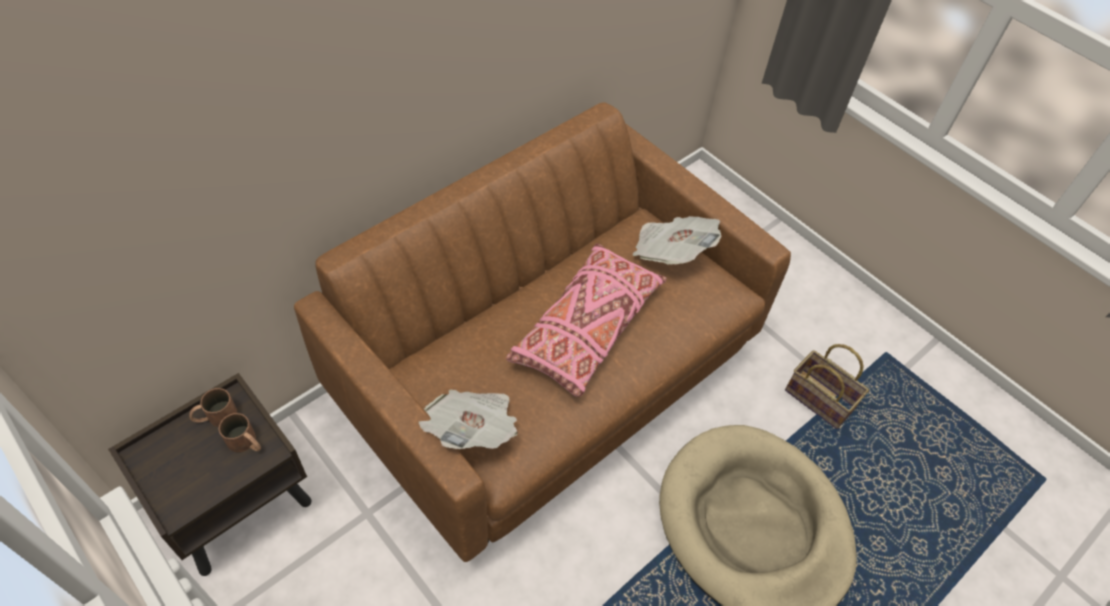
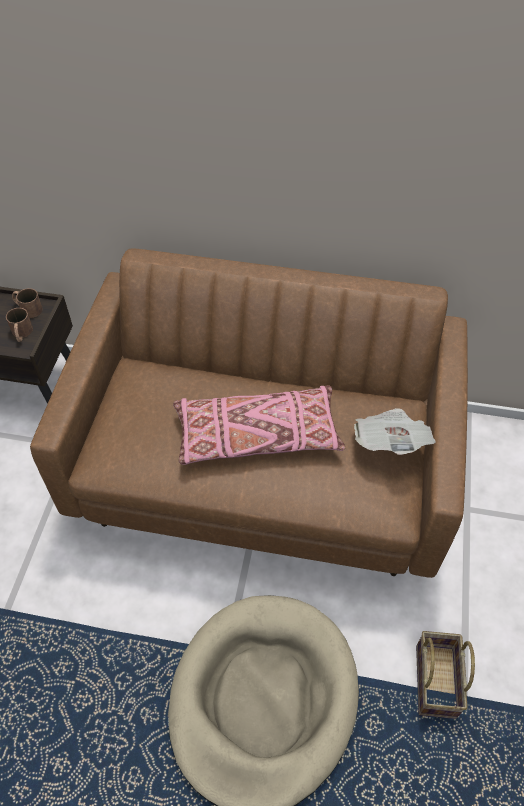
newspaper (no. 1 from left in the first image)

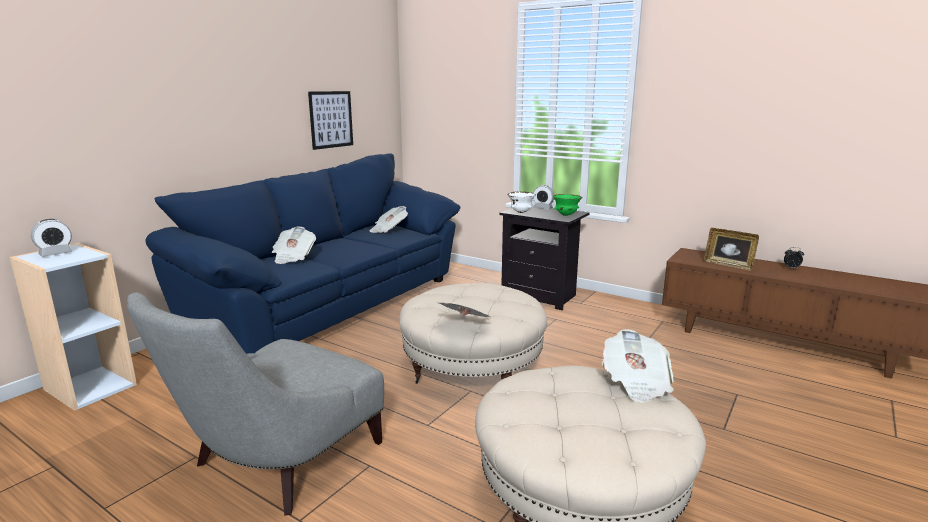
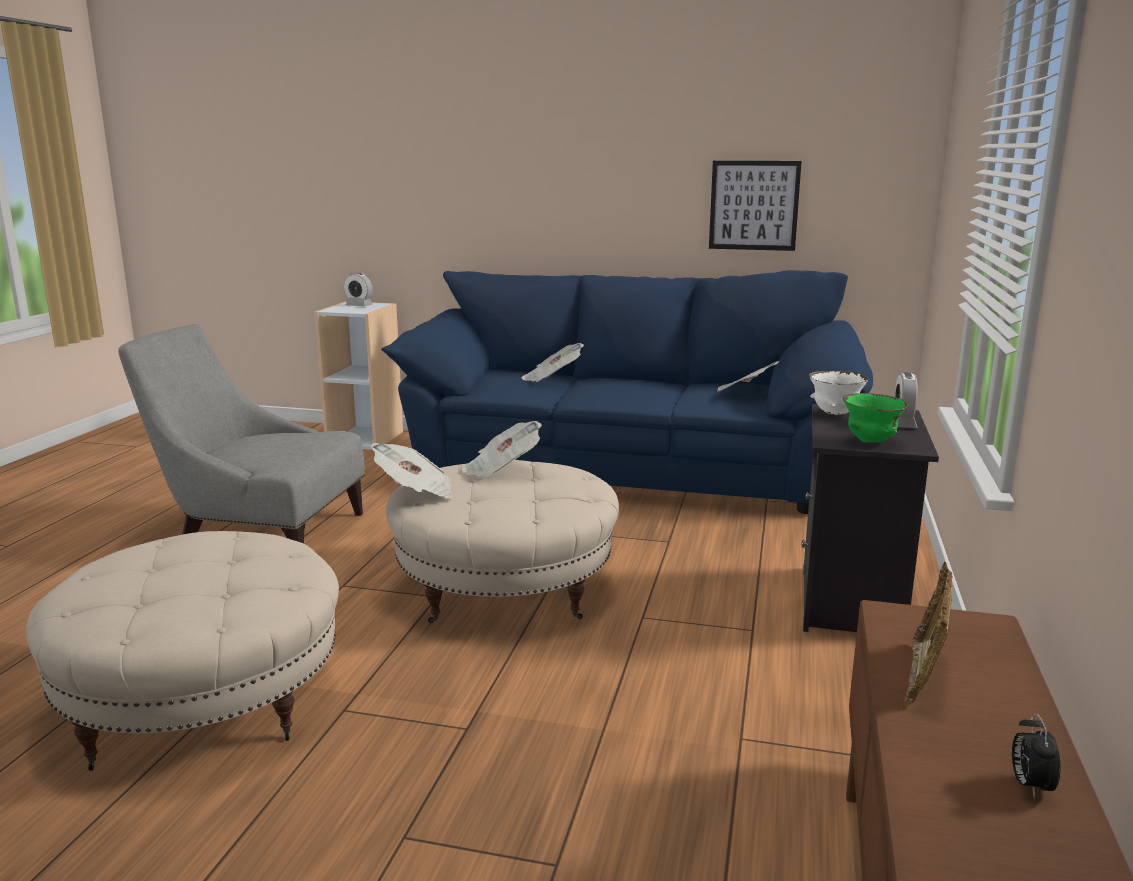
newspaper (no. 2 from left)

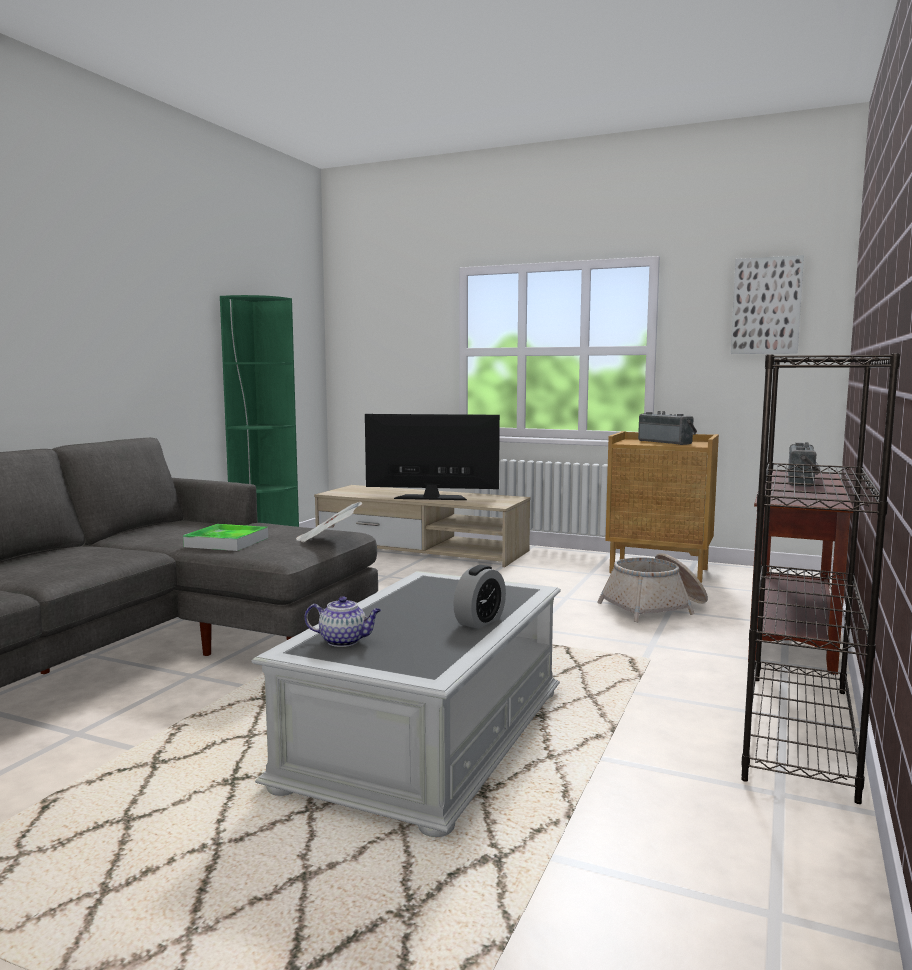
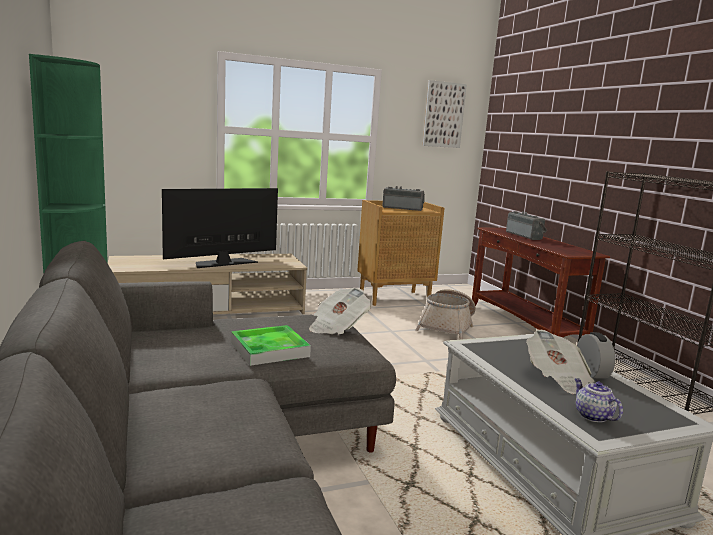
newspaper (no. 2 from left)
teapot

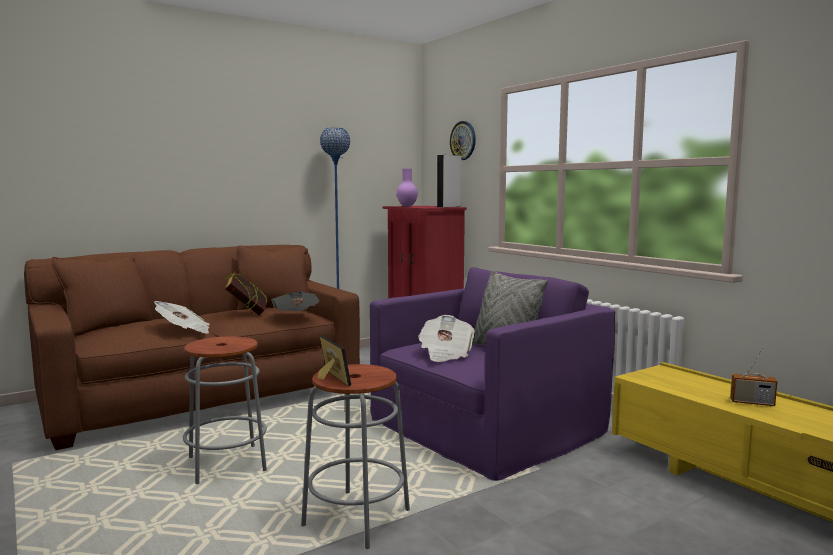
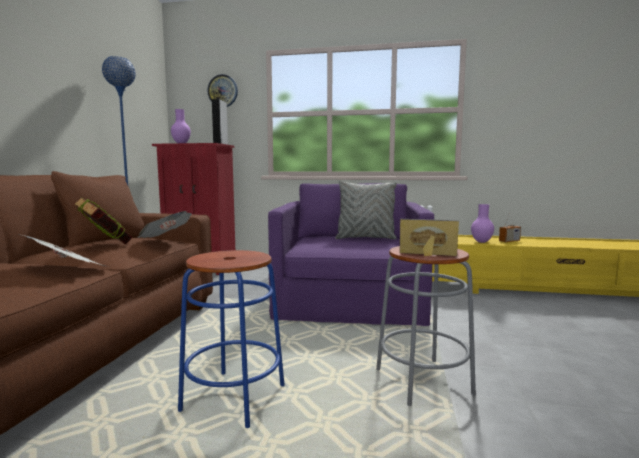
newspaper (no. 3 from left in the first image)
vase (purple) (no. 2 from left)
stool (blue)

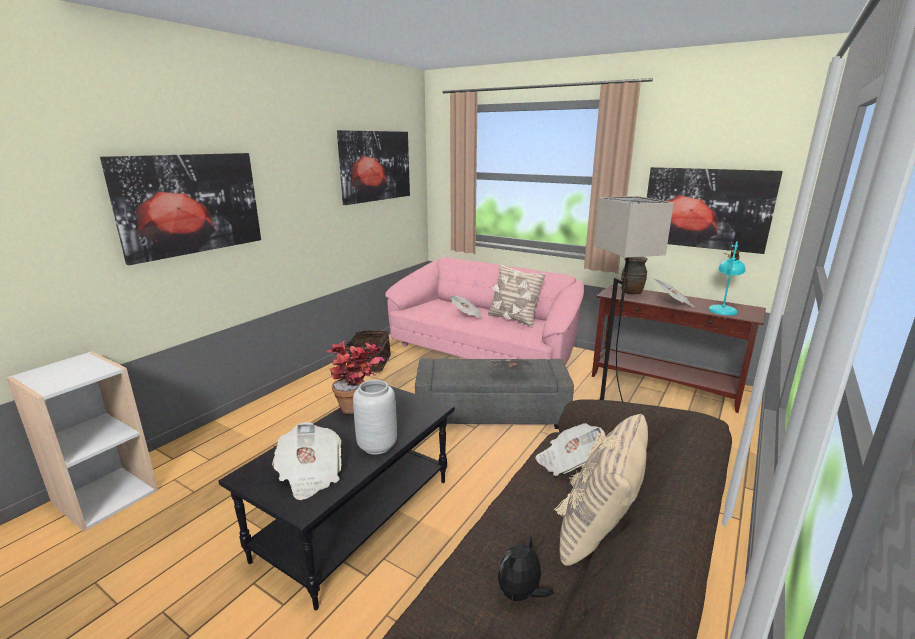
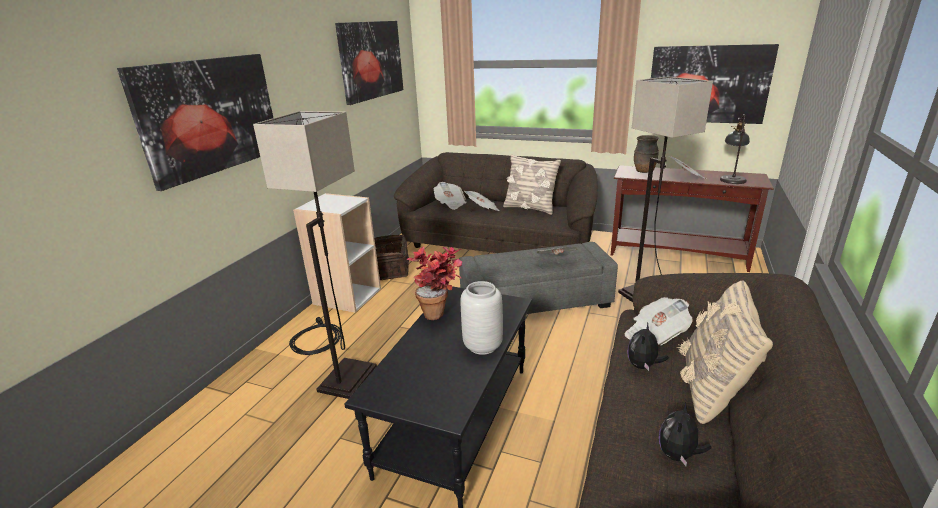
floor lamp (no. 1 from left)
plush toy (no. 1 from left)
bookcase
newspaper (no. 1 from left)
sofa (brown) (no. 1 from left)
table lamp (grey)

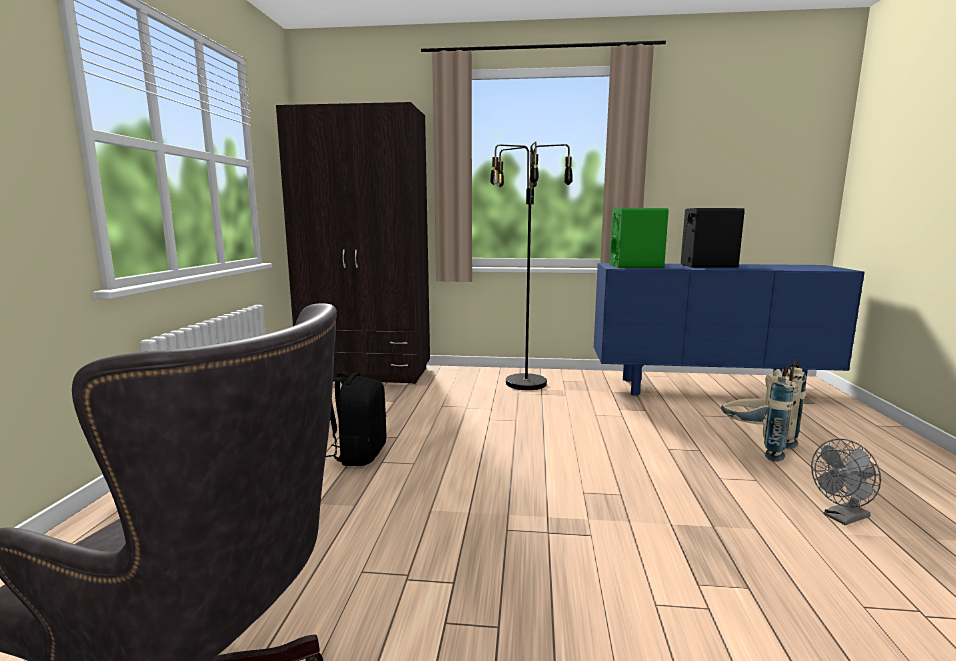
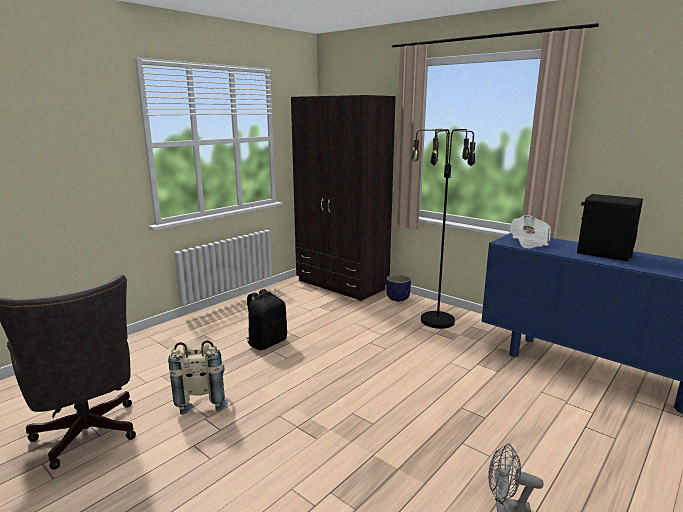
planter
backpack (beige)
newspaper

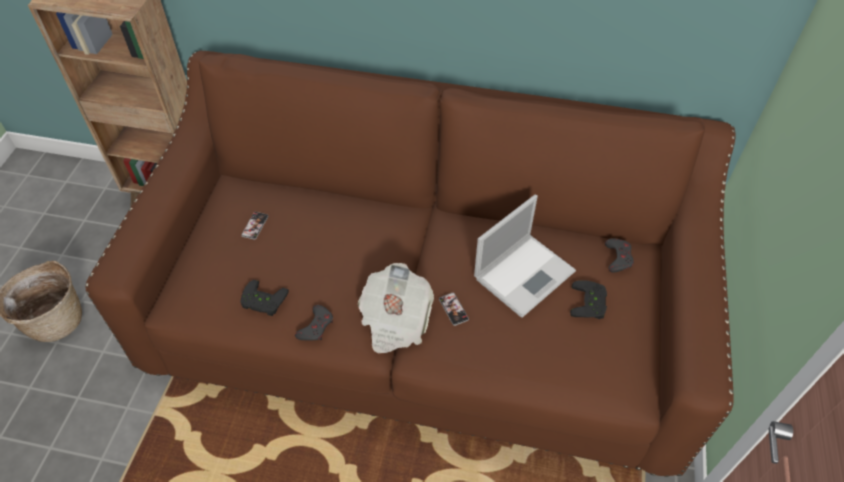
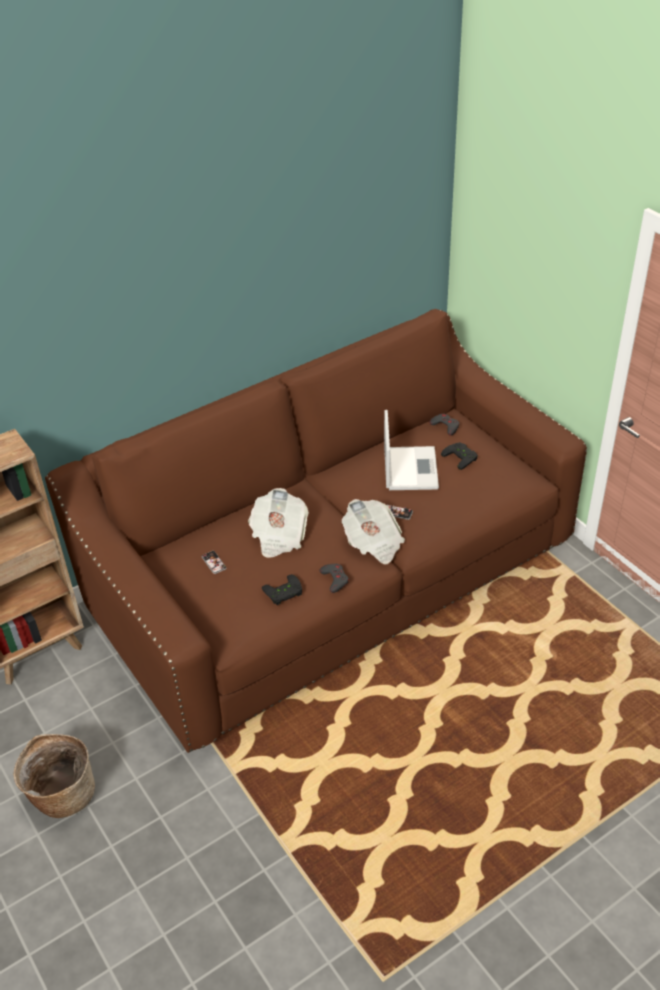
newspaper (no. 1 from left)

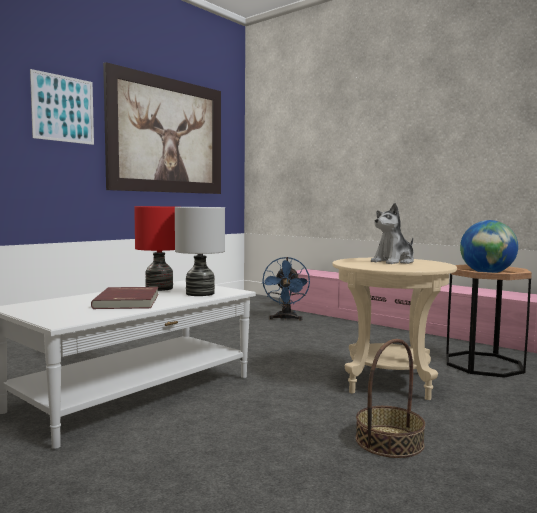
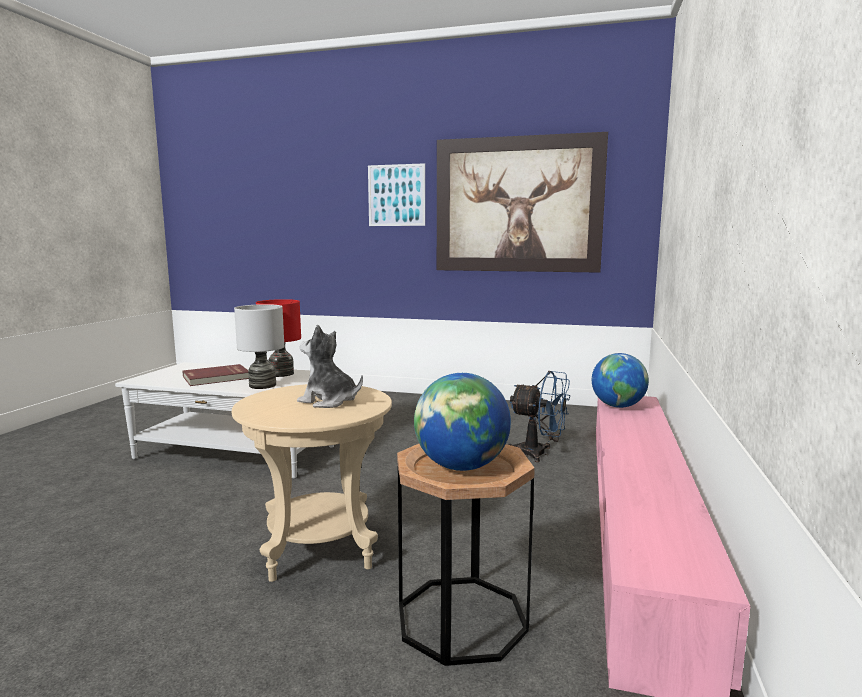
basket
globe (no. 2 from left)
fan (blue)

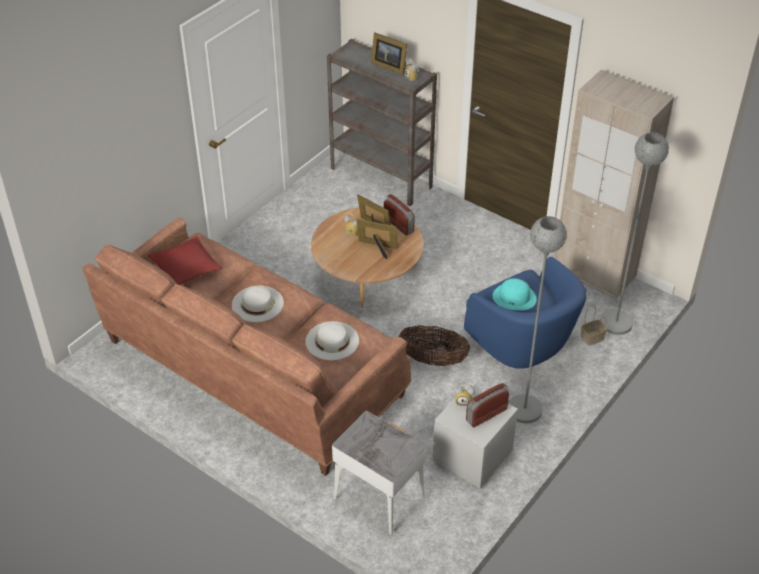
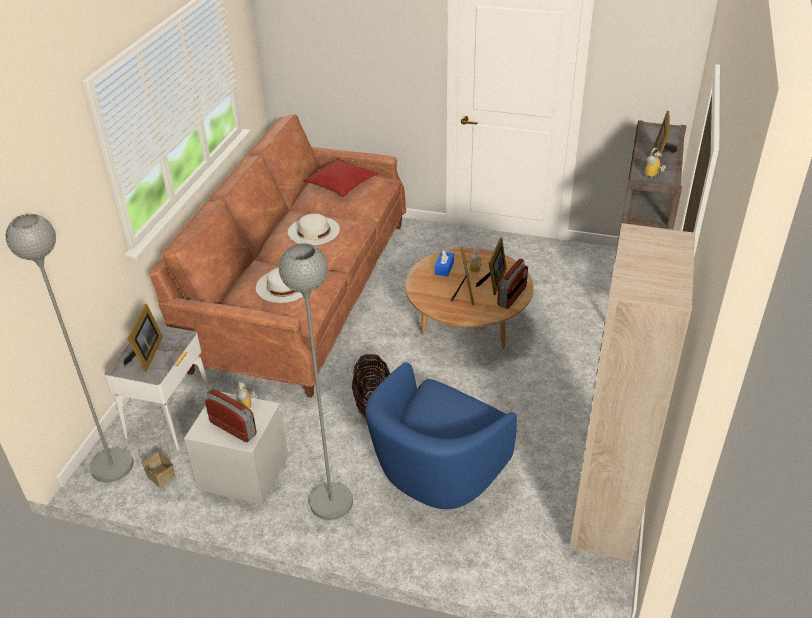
hat (turquoise)
picture frame (no. 1 from left)
tissue box (blue)
basket (no. 1 from left)
floor lamp (grey) (no. 1 from left)

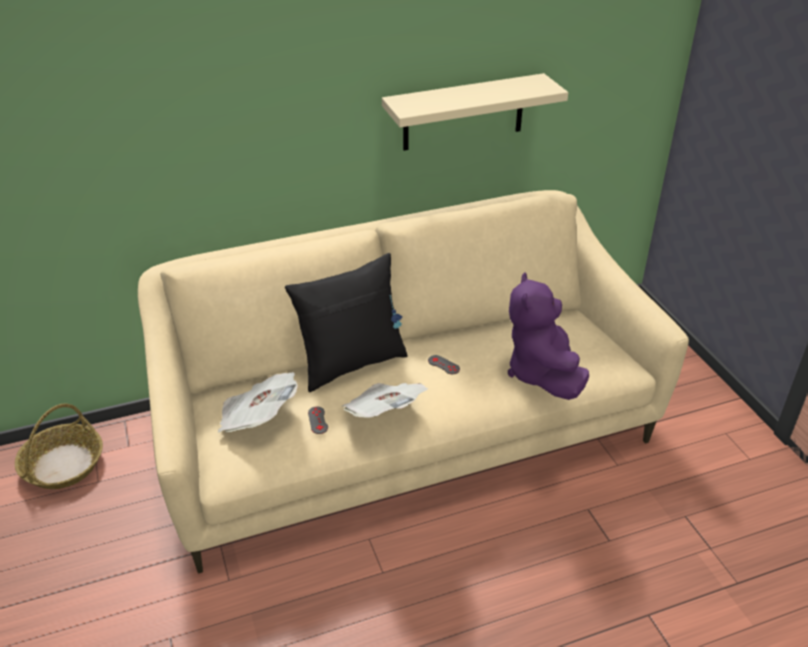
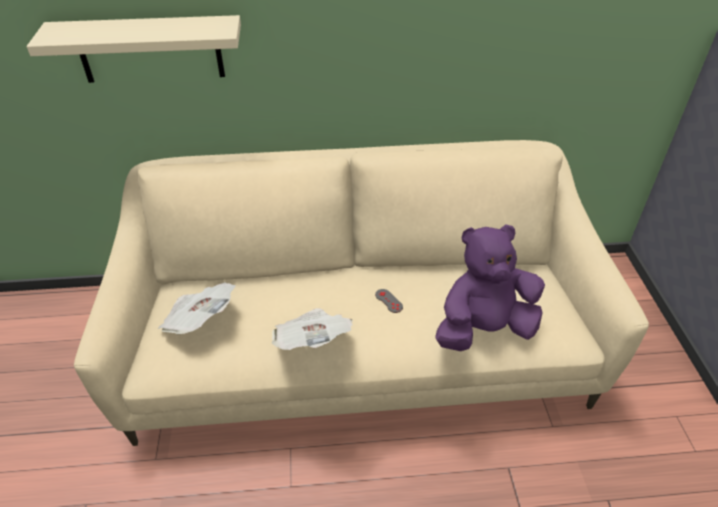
basket
pillow (black)
game controller (grey) (no. 1 from left in the first image)
shelf (beige)
plush toy (purple)

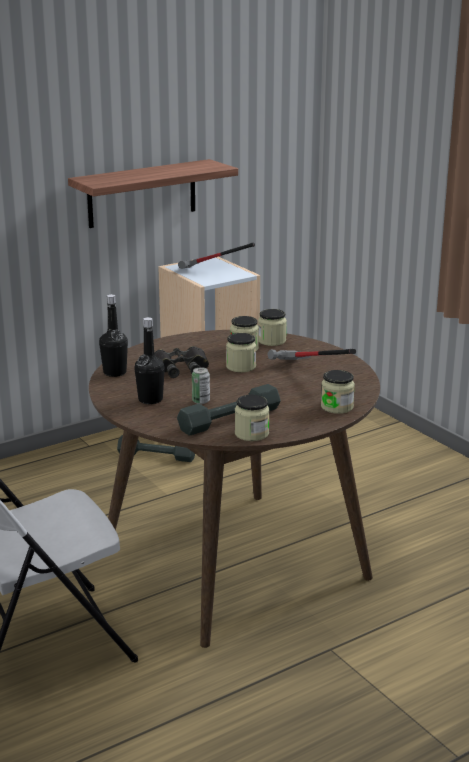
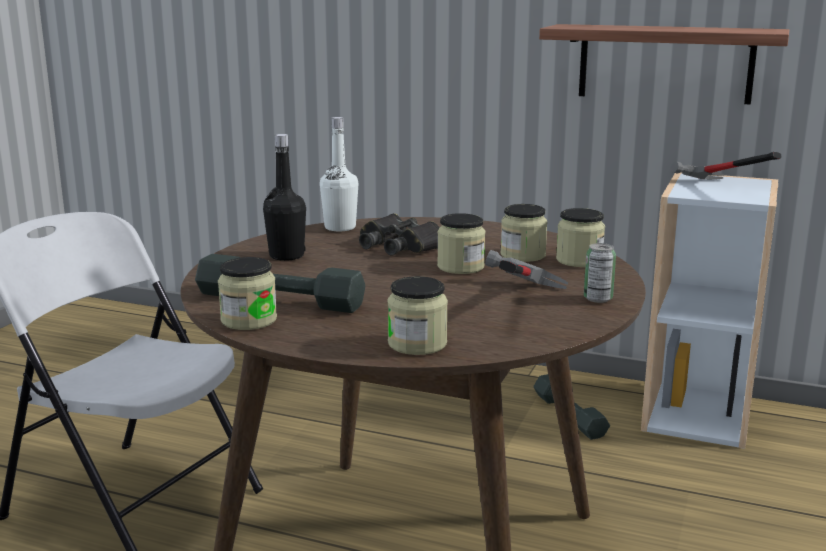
can
bottle (white)

